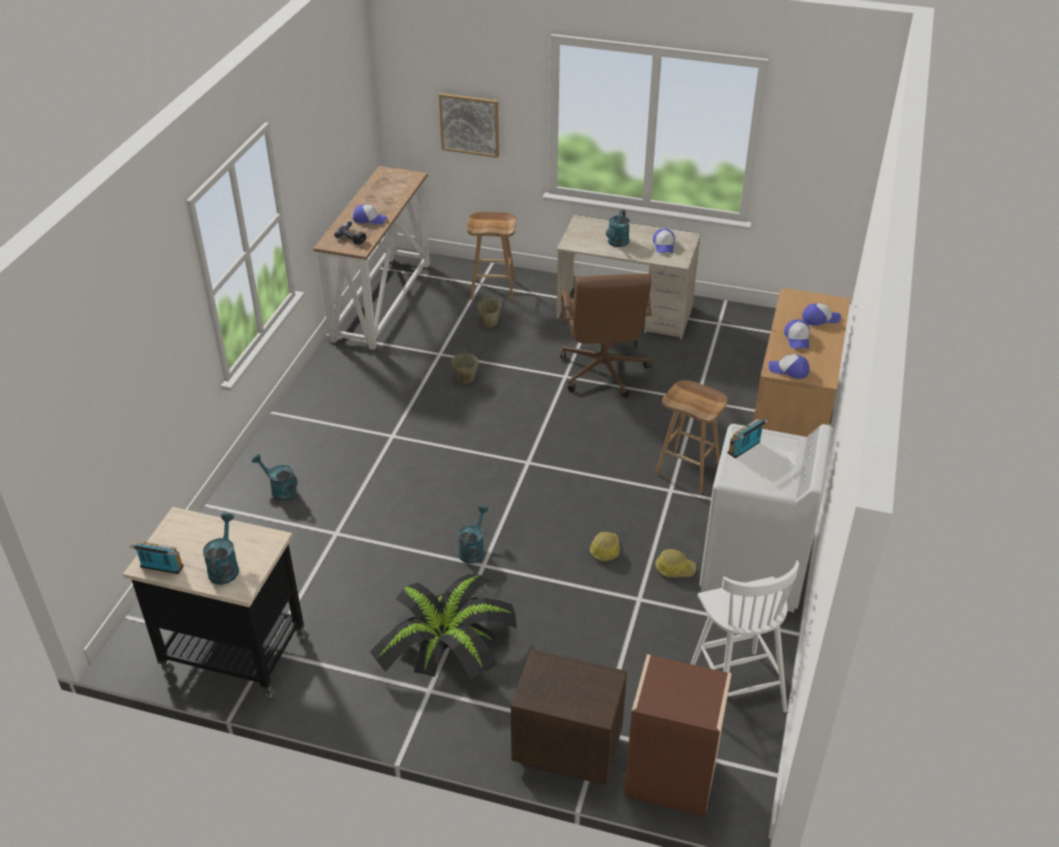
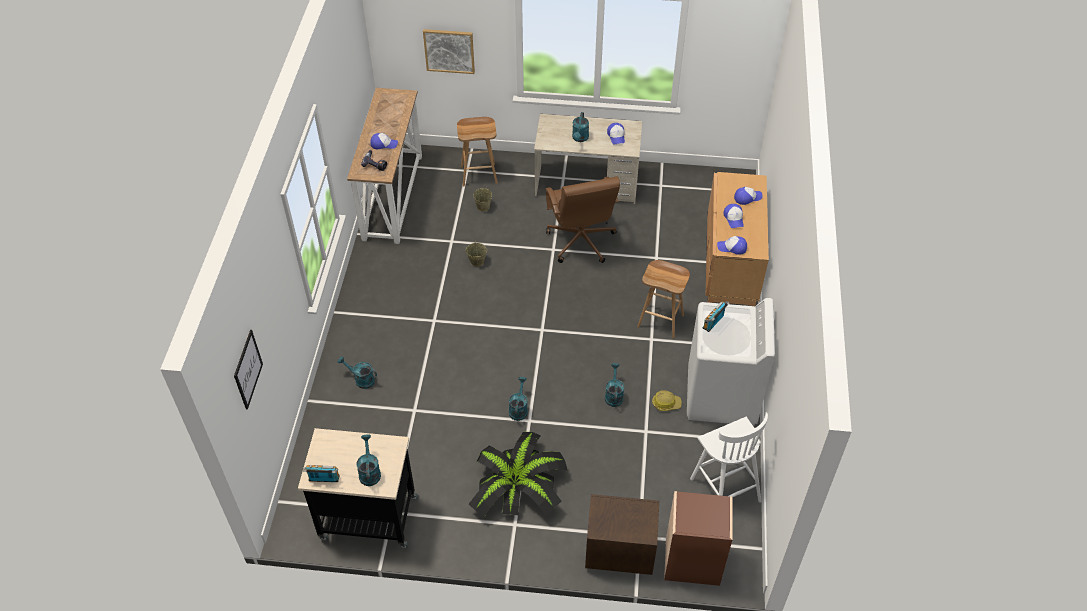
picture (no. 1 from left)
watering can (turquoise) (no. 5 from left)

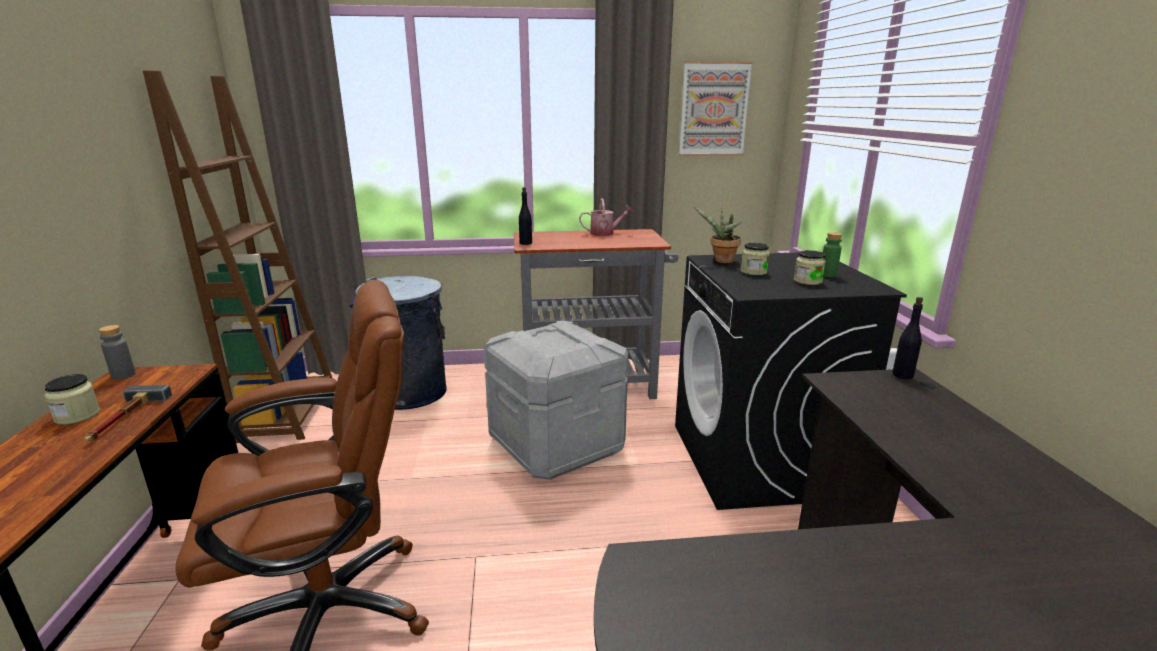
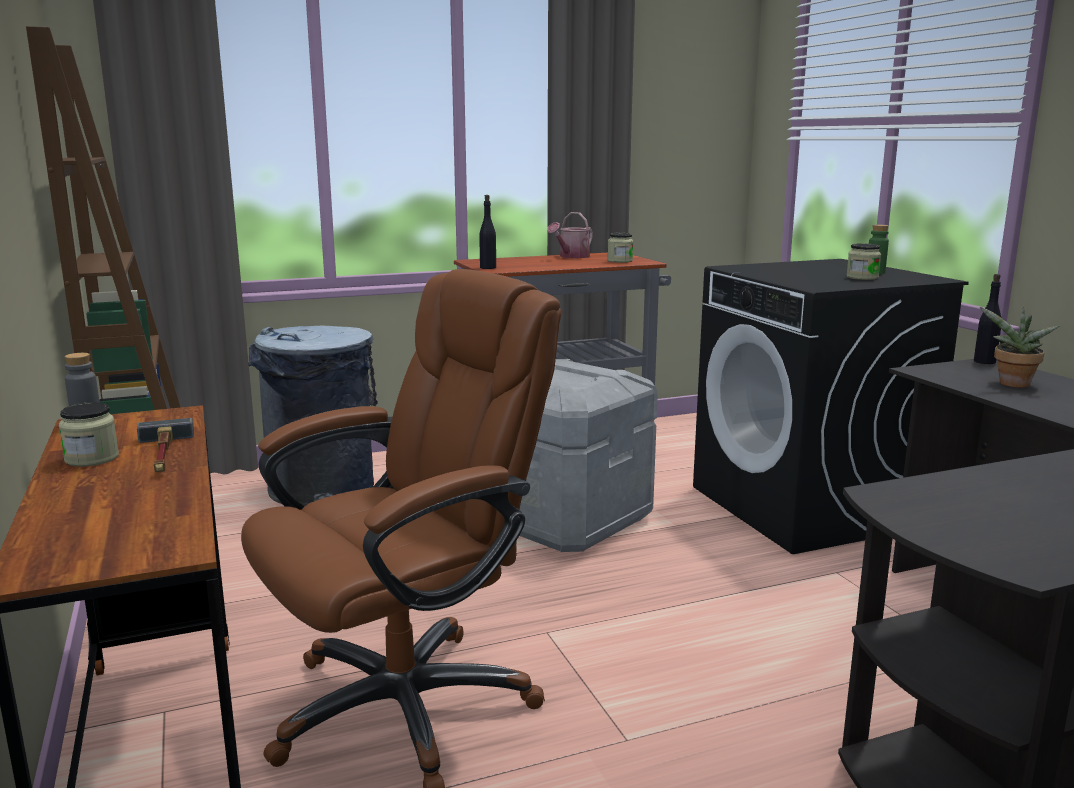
picture
potted plant
jar (no. 2 from left)
watering can

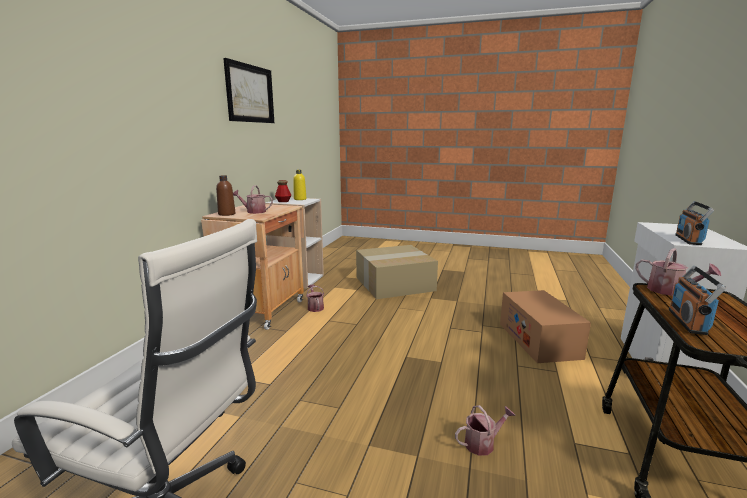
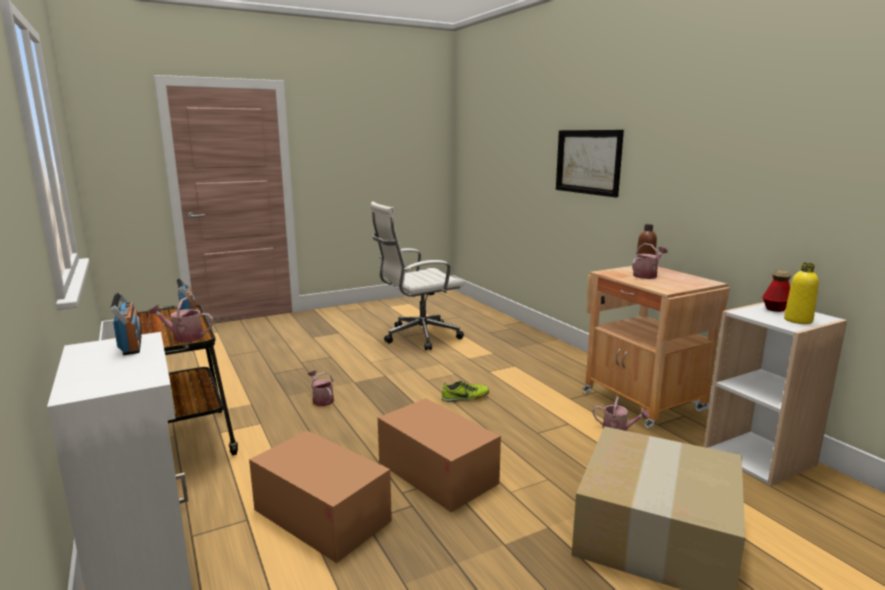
cardboard box (no. 2 from left)
shoe
picture
watering can (no. 2 from left)

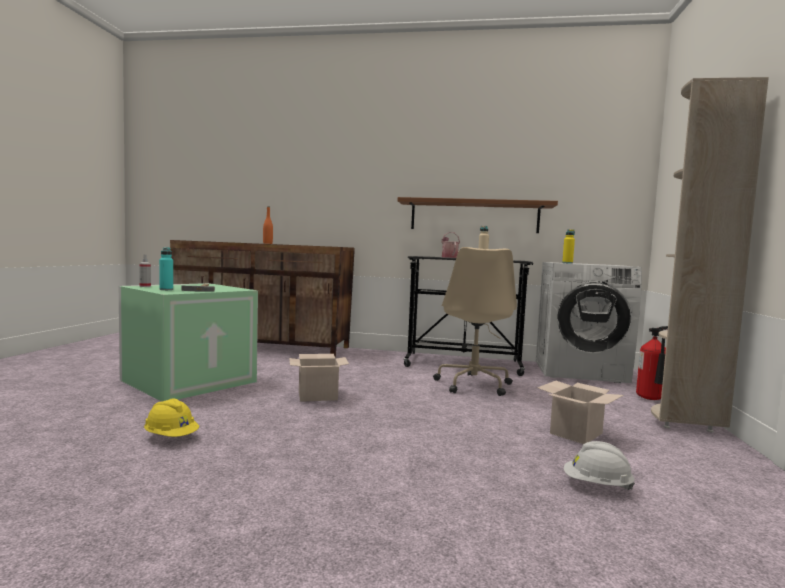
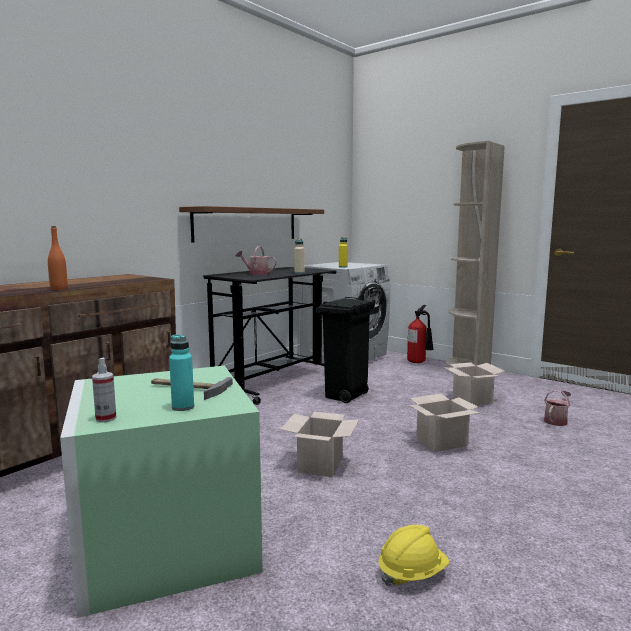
cardboard box (no. 2 from left)
trash can (black)
watering can (no. 2 from left)

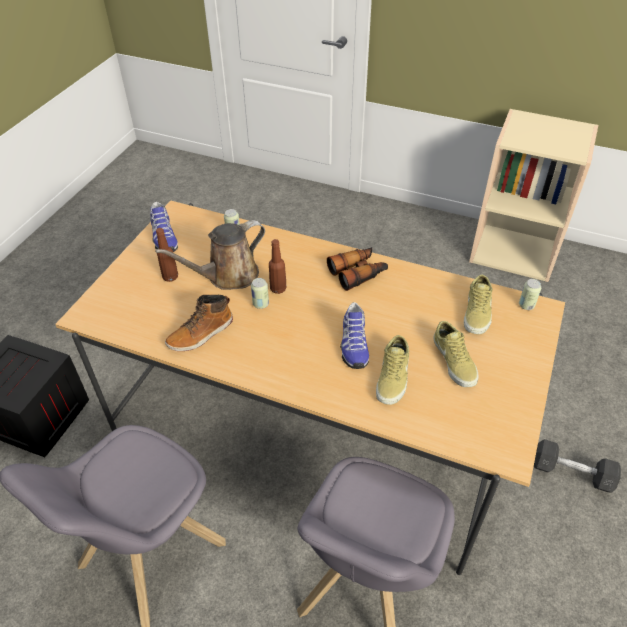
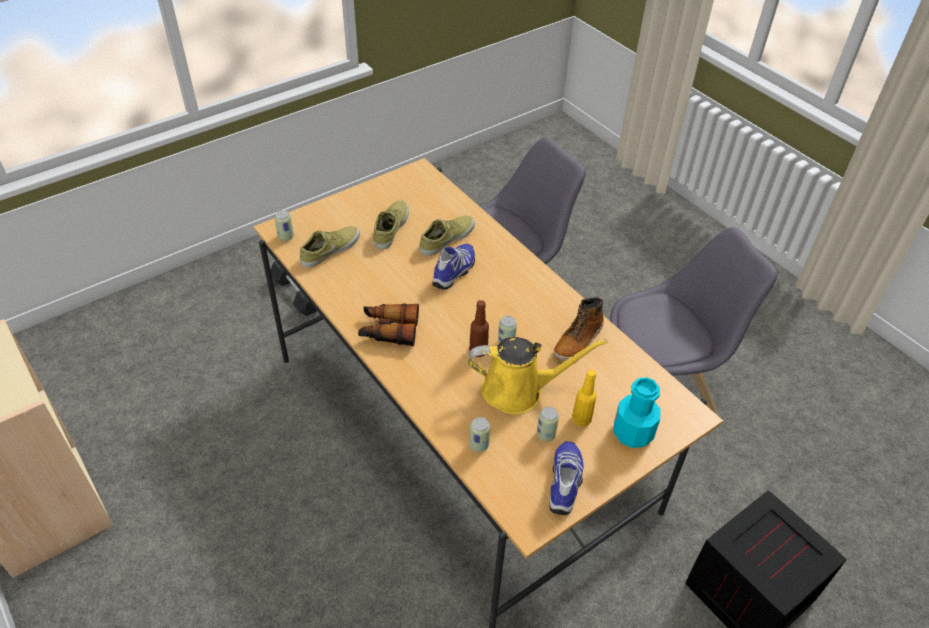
can (no. 4 from left)
bottle (turquoise)
watering can (yellow)
bottle (yellow)
boot

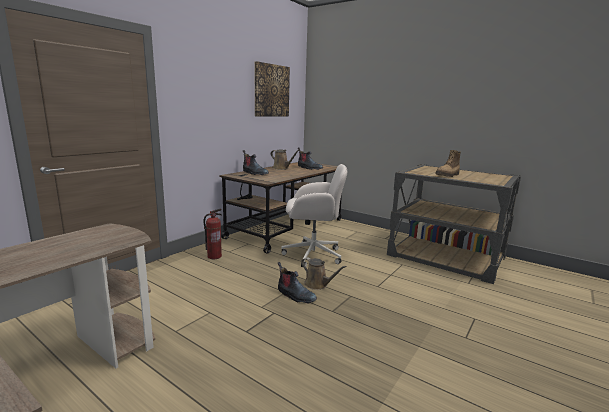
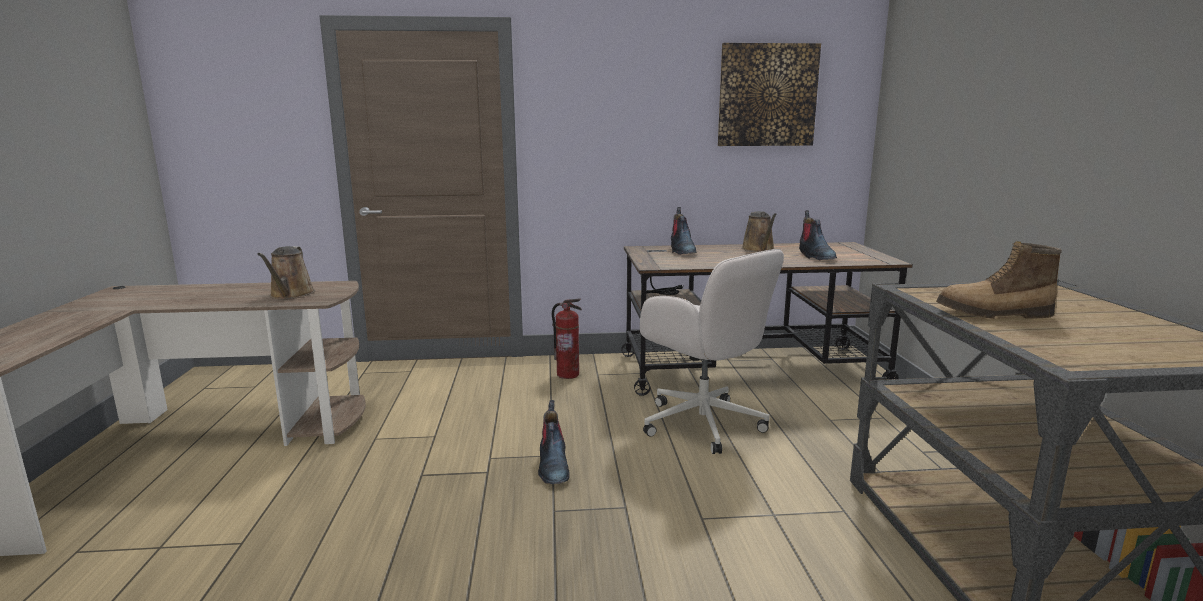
watering can (brown) (no. 1 from left)

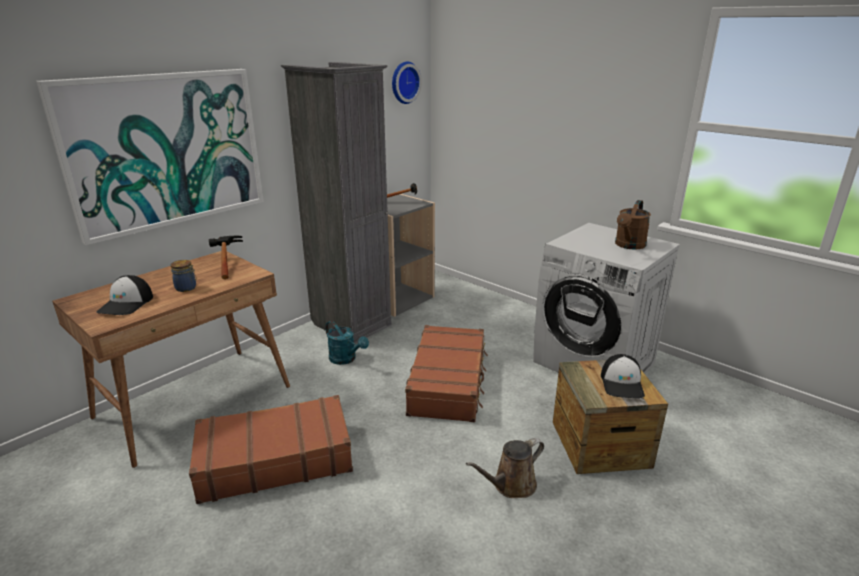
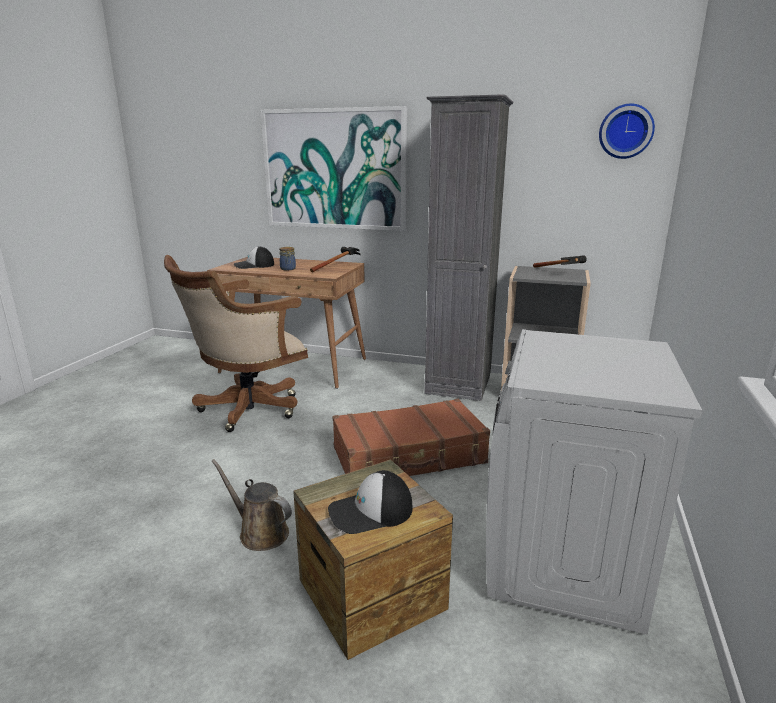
watering can (turquoise)
watering can (brown) (no. 2 from left in the first image)
office chair

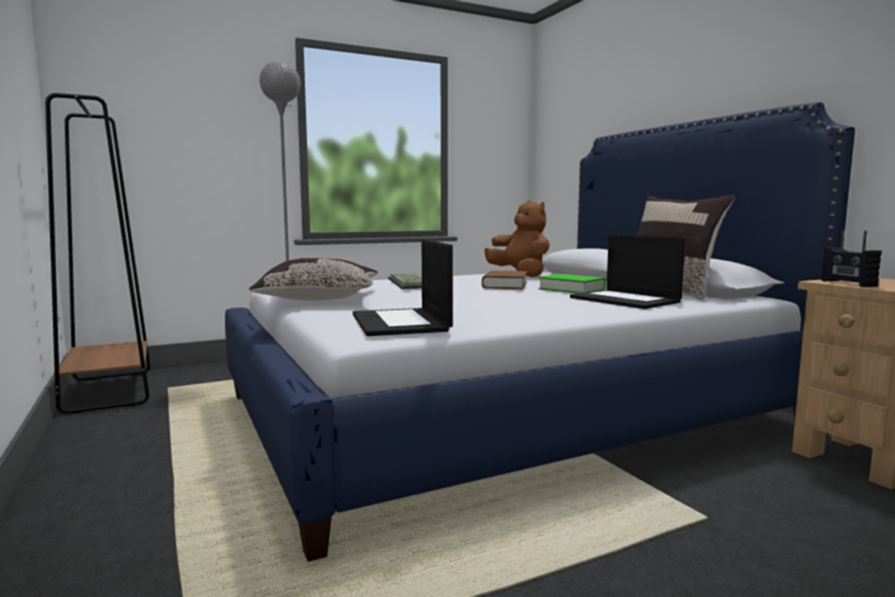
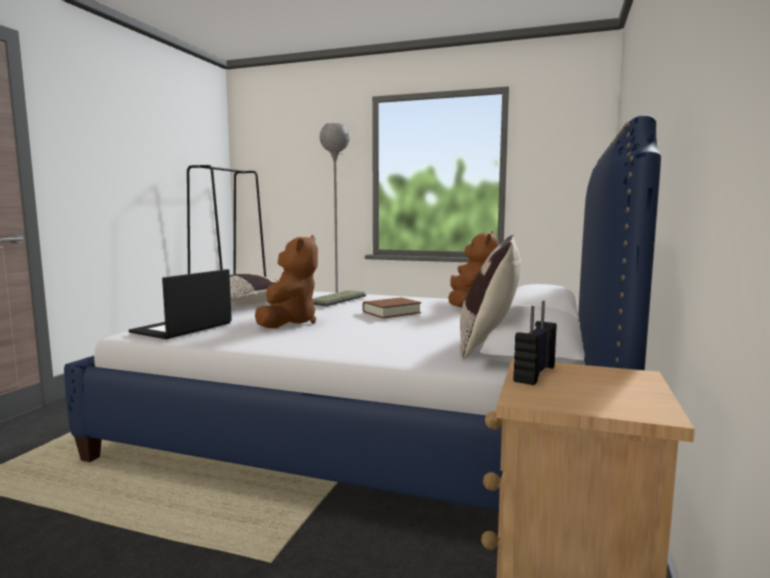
book (green)
laptop (no. 2 from left in the first image)
plush toy (brown) (no. 1 from left)

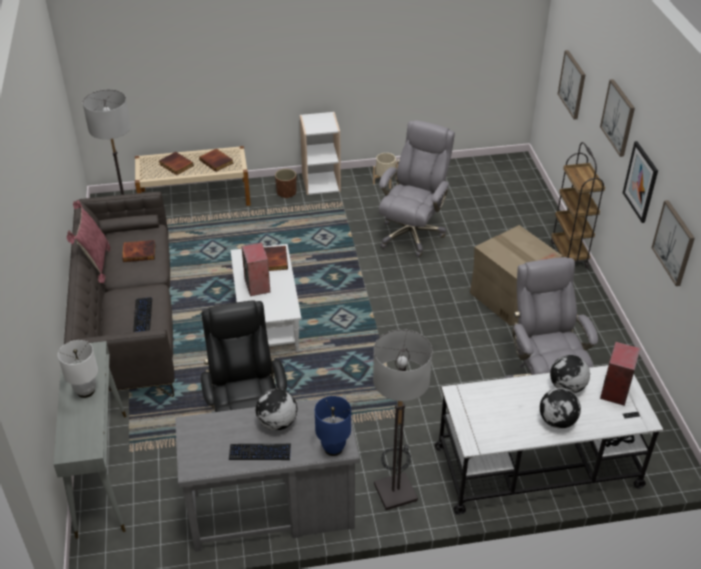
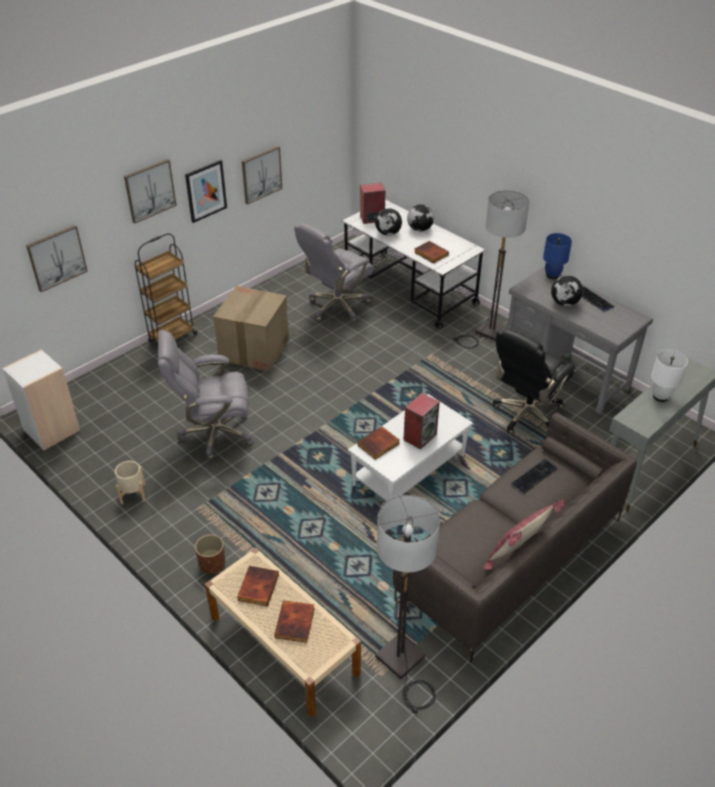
book (no. 4 from left)
bookcase

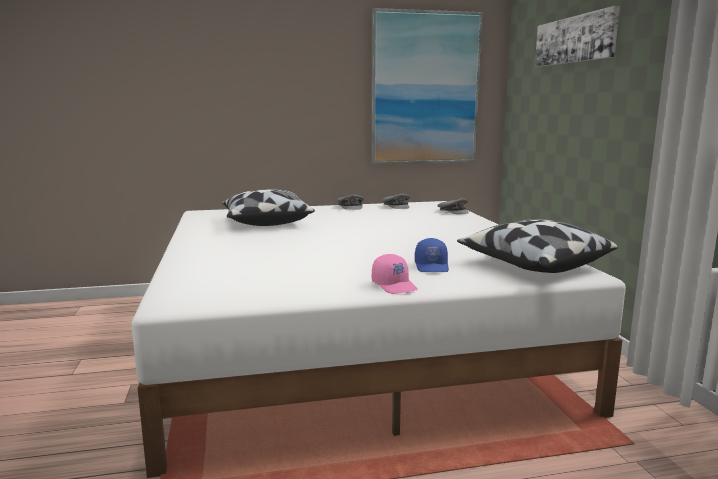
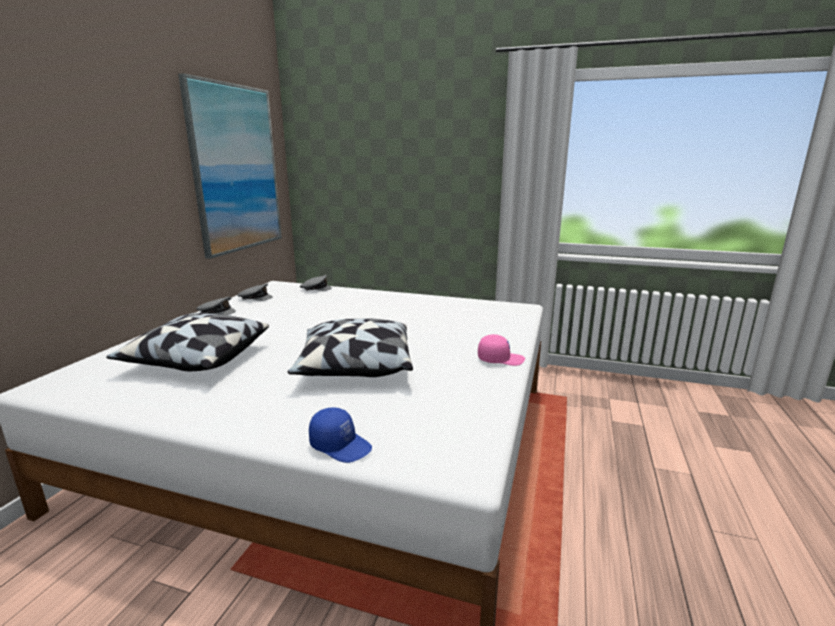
picture (no. 2 from left in the first image)
cap (blue)
pillow (no. 2 from left)

